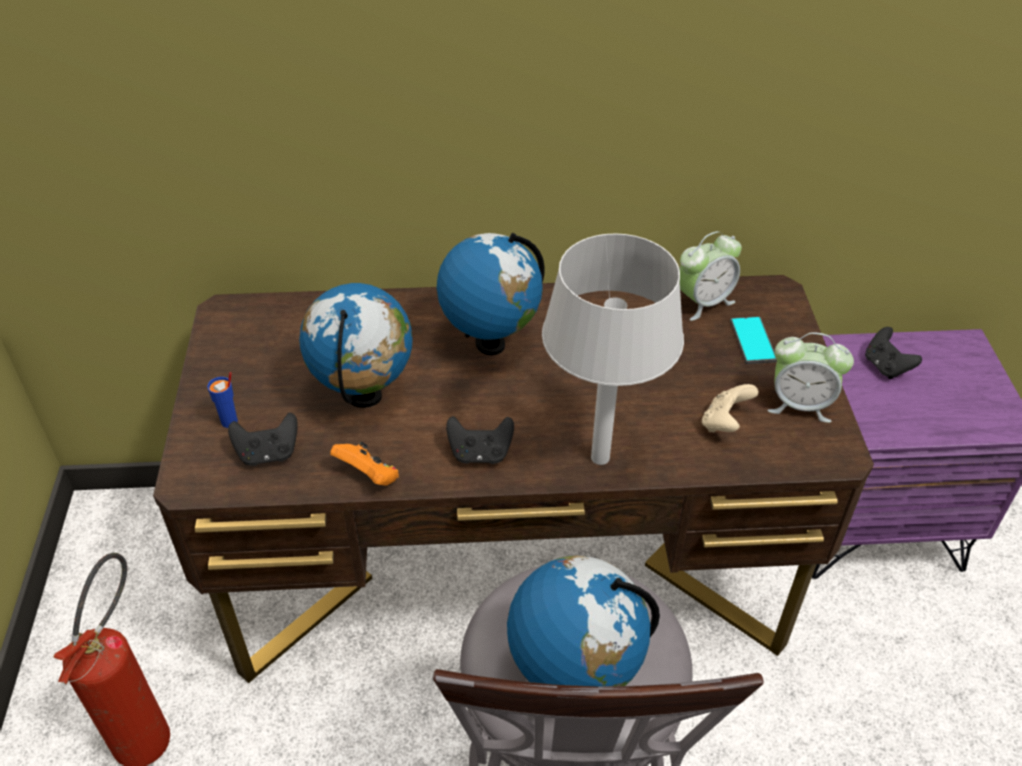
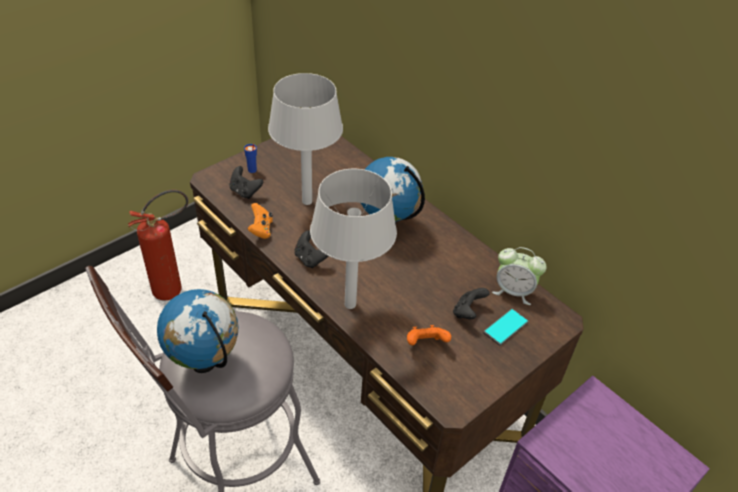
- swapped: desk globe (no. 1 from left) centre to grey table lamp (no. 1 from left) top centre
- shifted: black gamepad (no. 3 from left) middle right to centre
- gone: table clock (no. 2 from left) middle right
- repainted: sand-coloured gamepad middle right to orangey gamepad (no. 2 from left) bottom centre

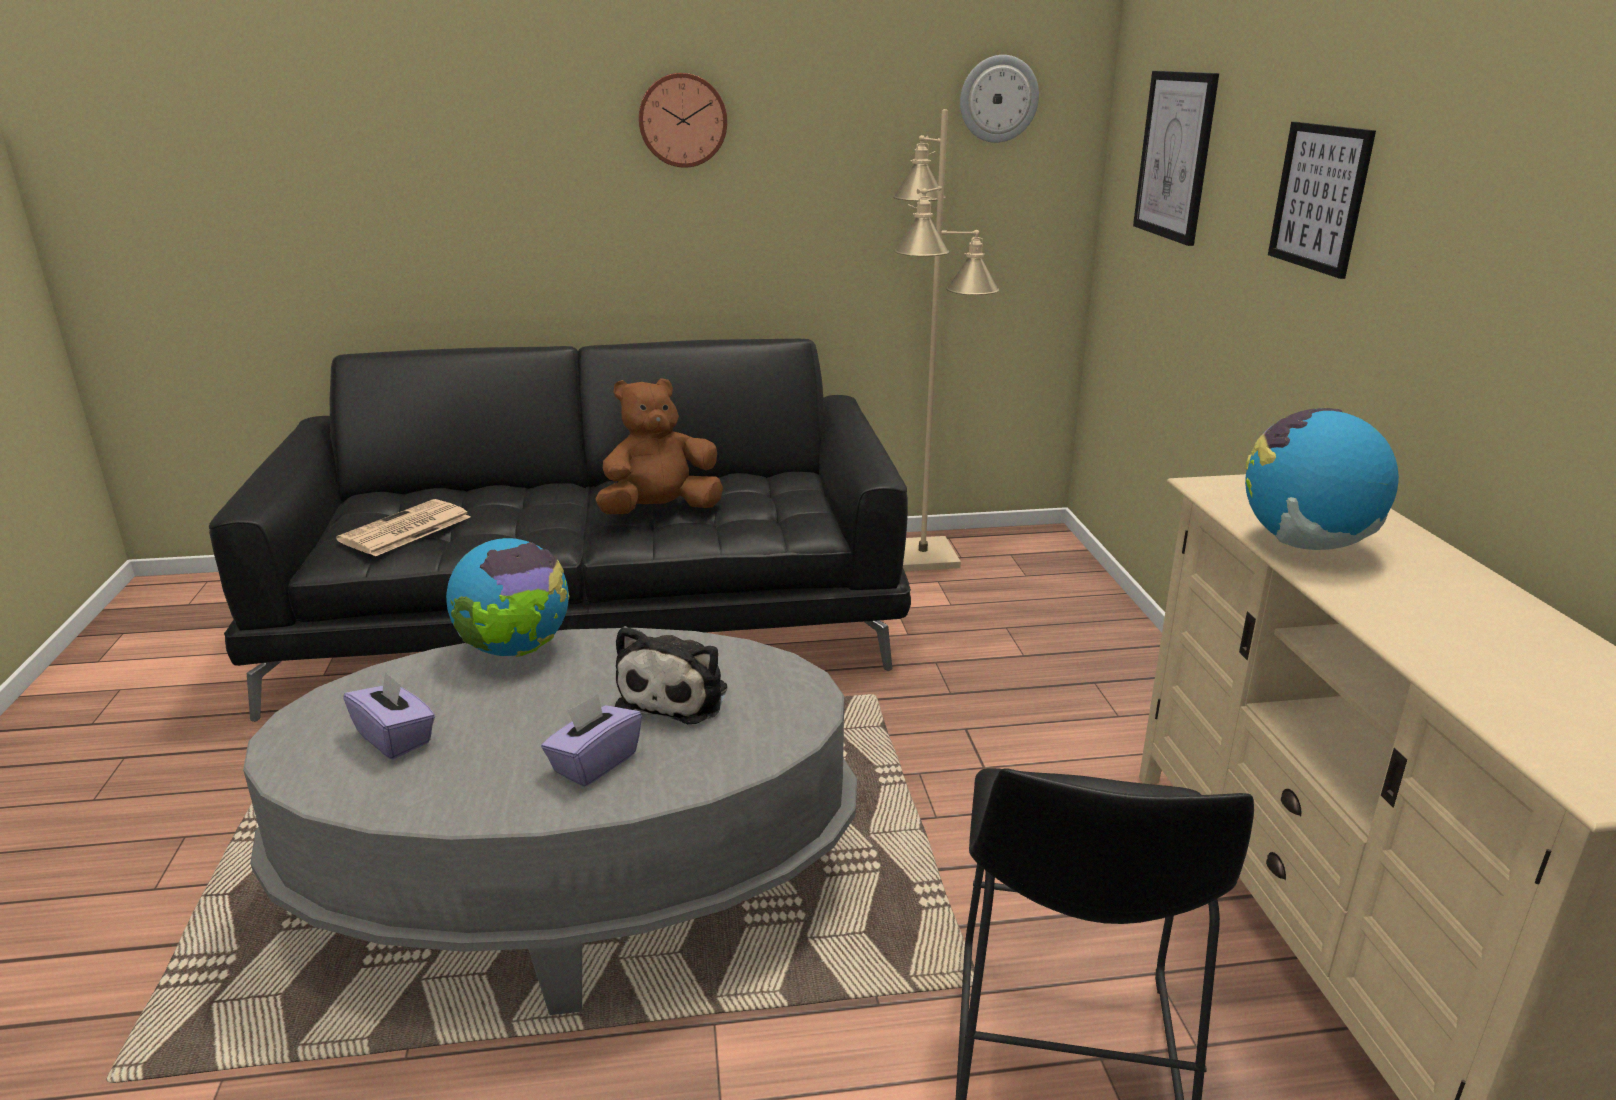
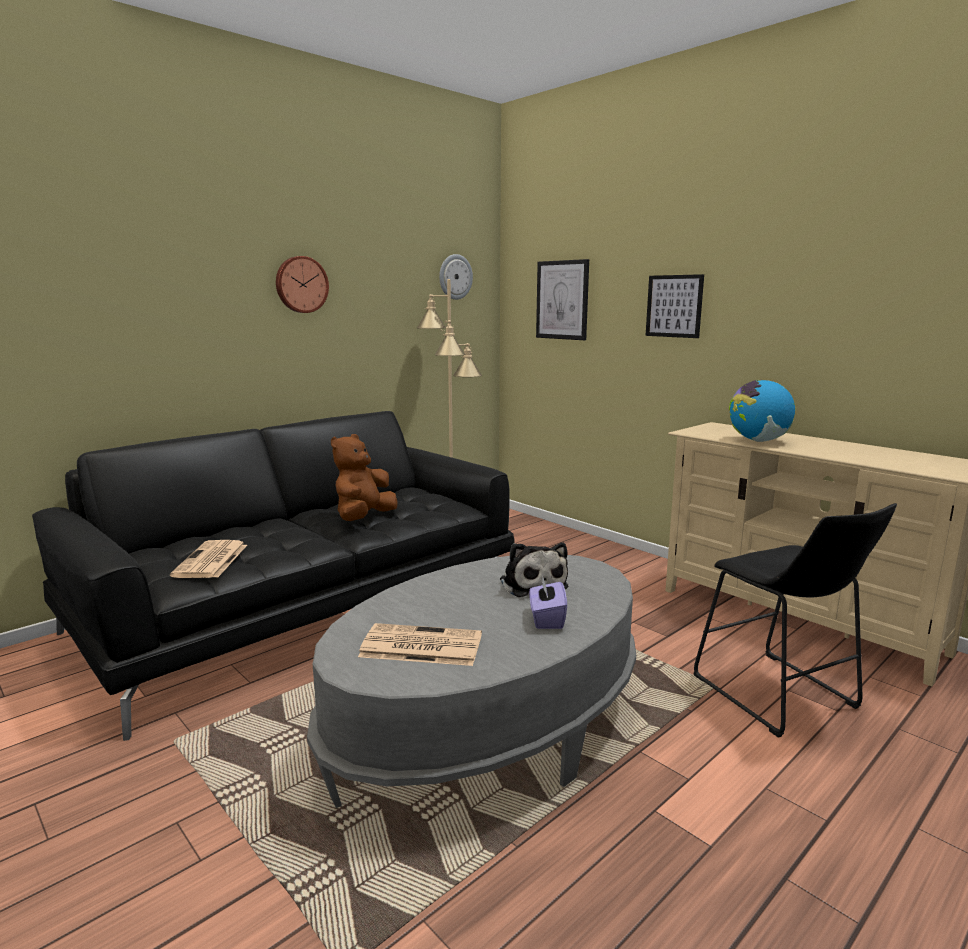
- gone: desk globe (no. 1 from left) middle left
- swapped: purplish tissue box (no. 1 from left) middle left to printed paper (no. 2 from left) bottom centre

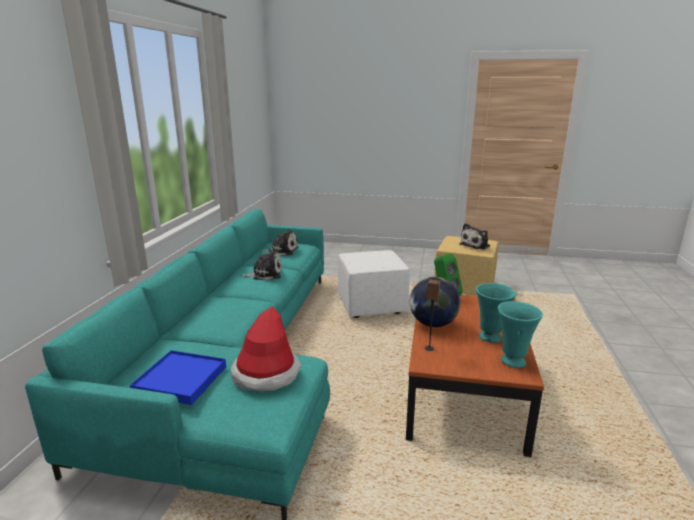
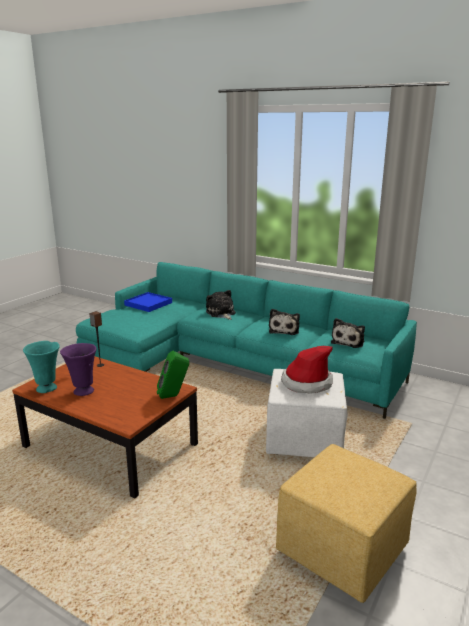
- shifted: plush toy (no. 3 from left in the first image) middle right to plush toy (no. 1 from left) centre
- gone: desk globe centre
- repainted: turquoise-coloured vase (no. 1 from left) middle right to purplish vase middle left
- shifted: clothing hat bottom centre to centre

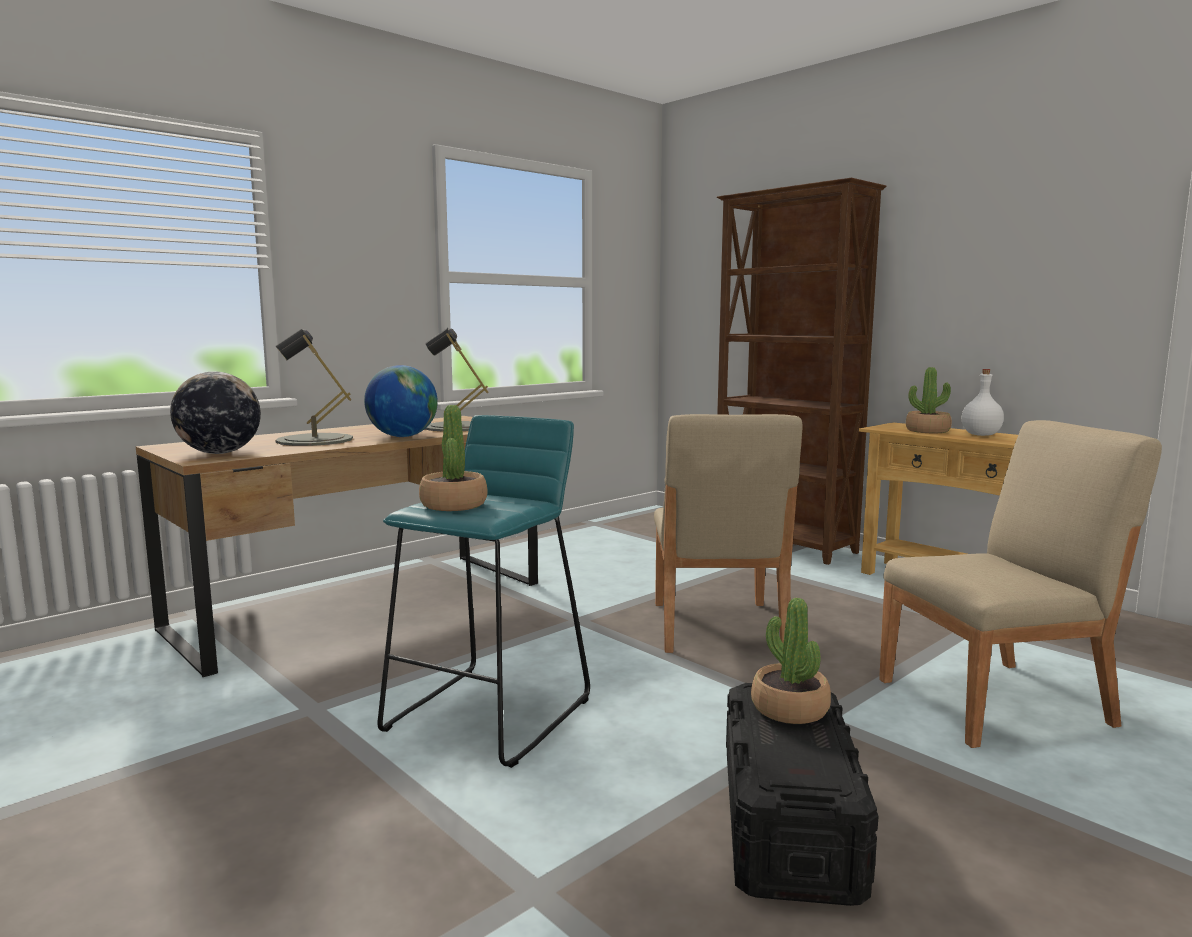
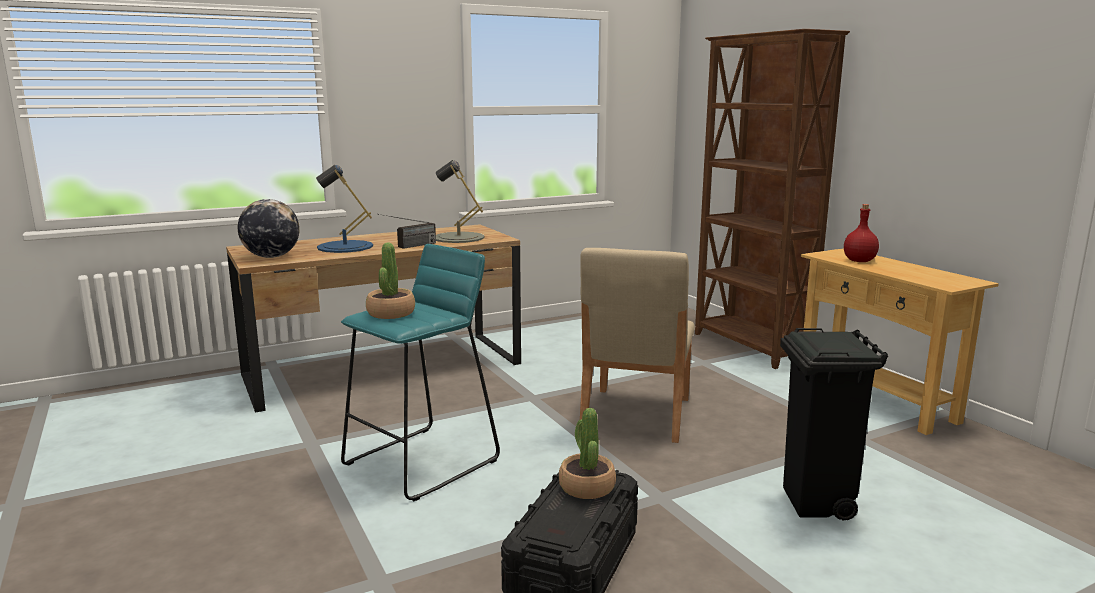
- repainted: grey table lamp (no. 1 from left) middle left to blue-coloured table lamp middle left
- swapped: desk globe (no. 2 from left) centre to radio receiver centre
- swapped: plant in a pot (no. 3 from left) middle right to reddish beverage bottle middle right
- gone: whitish beverage bottle middle right
- swapped: sand-coloured upright chair (no. 2 from left) middle right to black trash can bottom right

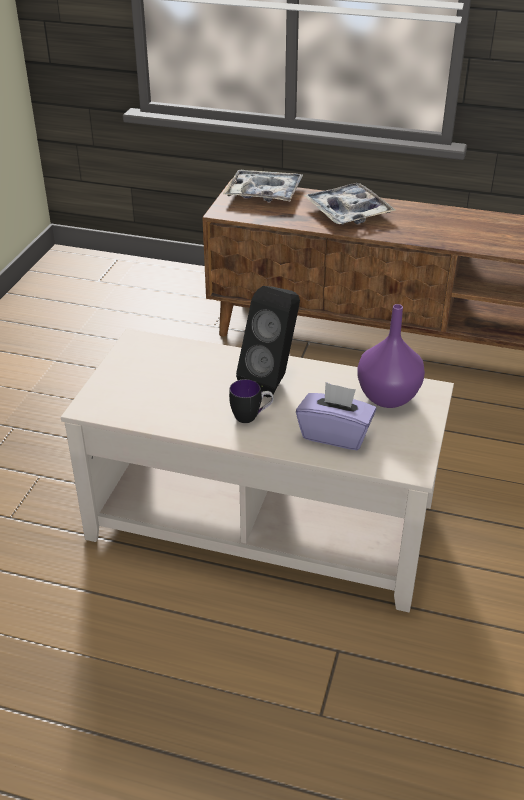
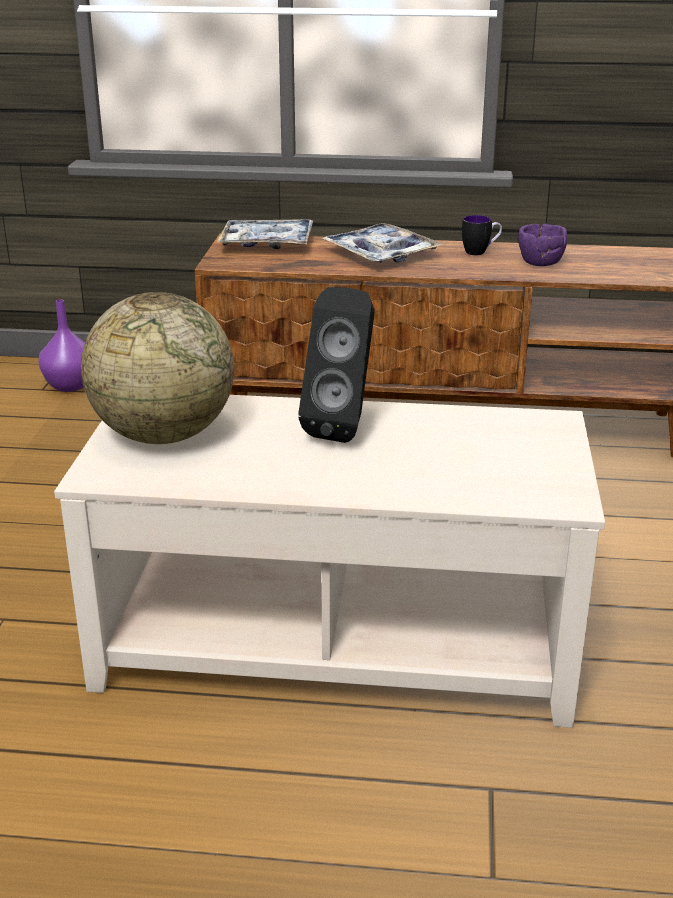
- shifted: purplish vase middle right to middle left
- shifted: coffee mug centre to top right
- gone: purplish tissue box centre
- new: purplish bowl top right
- new: desk globe middle left

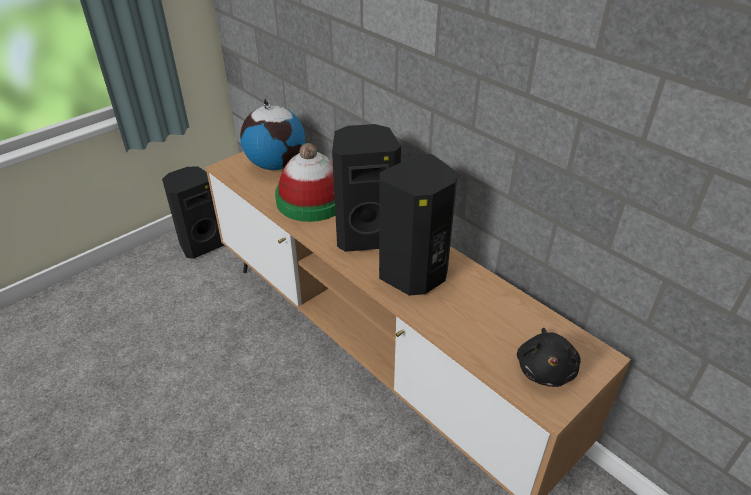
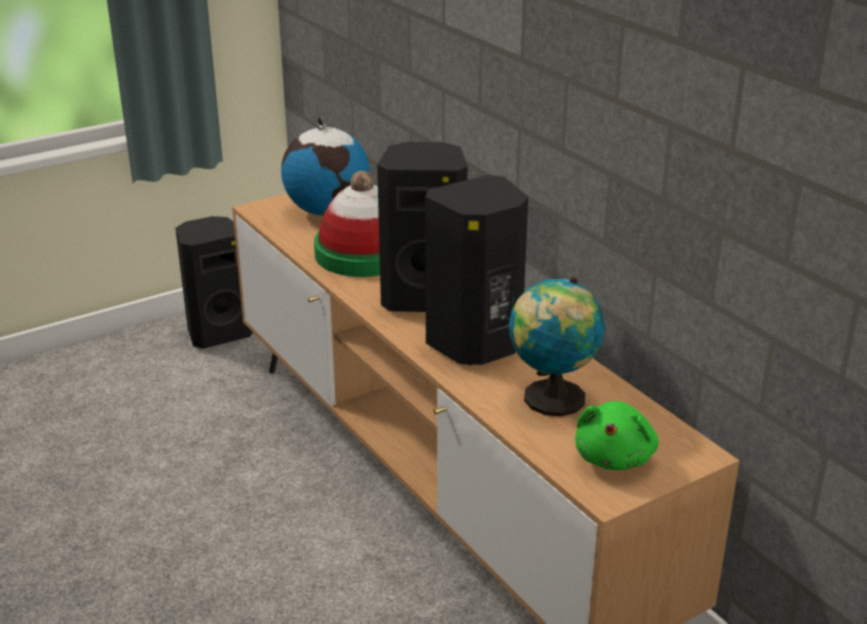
- repainted: black plush toy bottom right to greenish plush toy bottom right
- new: desk globe (no. 2 from left) centre

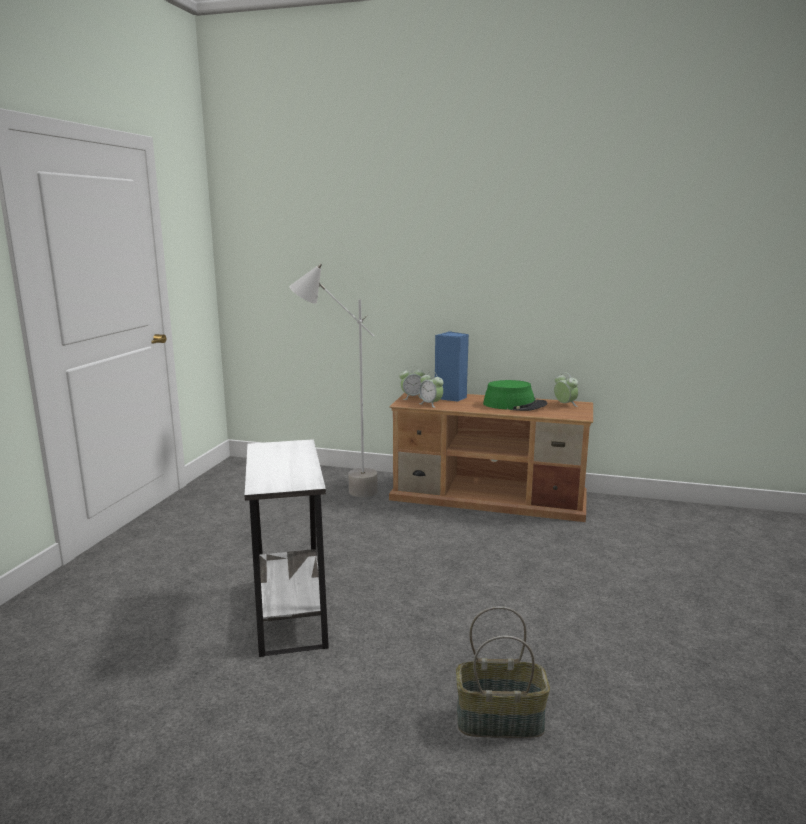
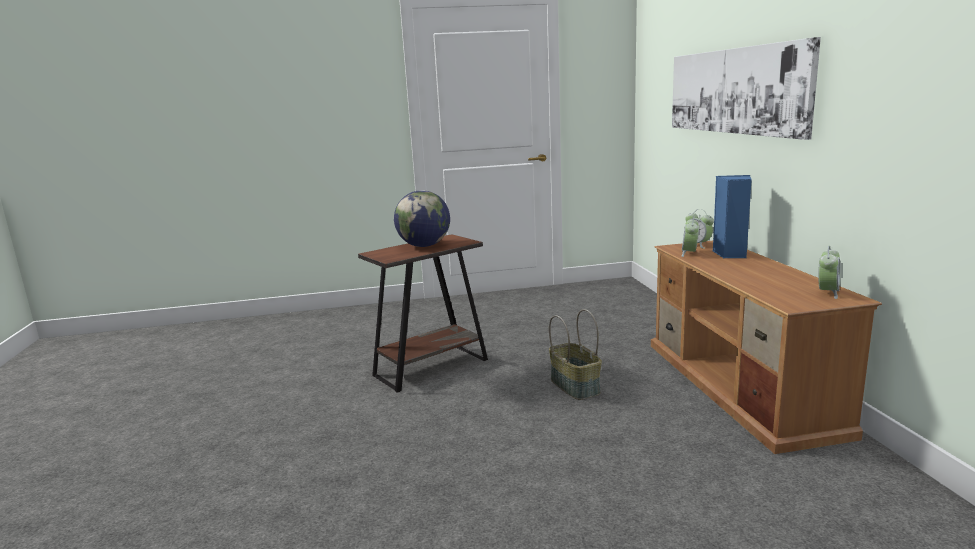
- gone: grey floor lamp centre
- gone: greenish clothing hat centre
- repainted: whitish side table centre to brownish side table centre
- shifted: basket bottom centre to centre
- new: wall art top right
- new: desk globe centre

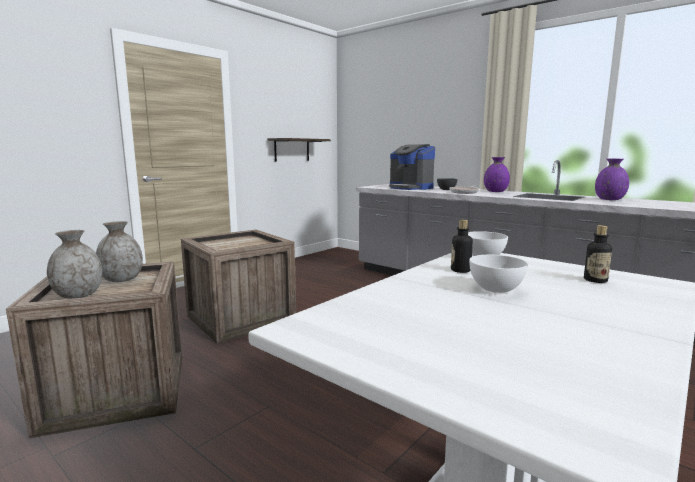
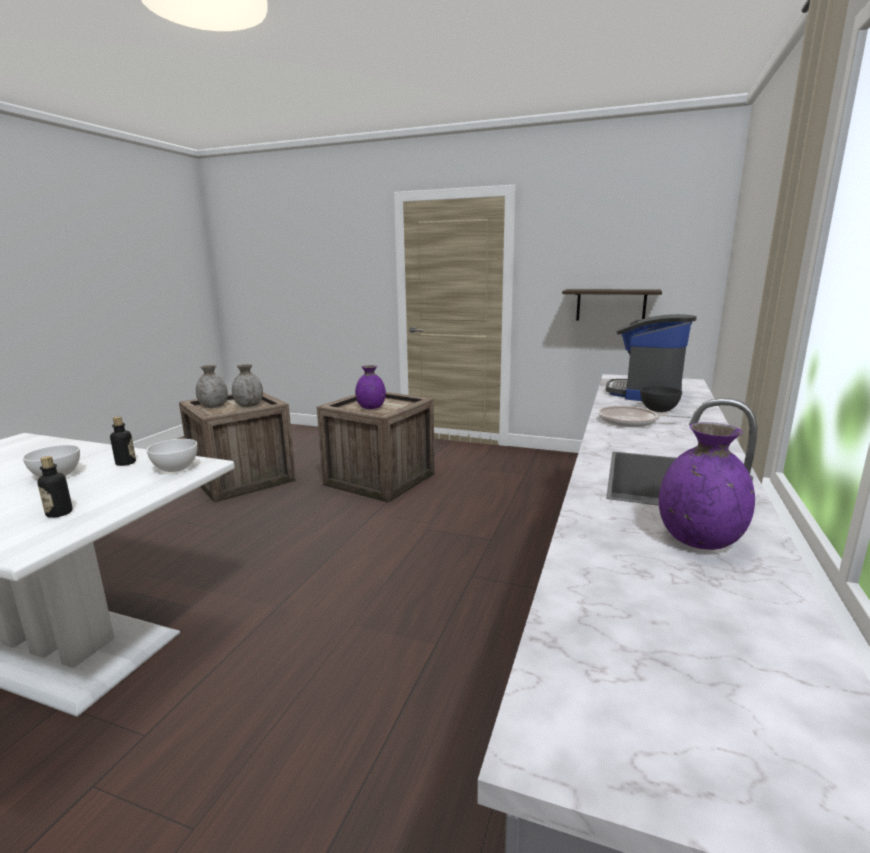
- shifted: purplish vase (no. 1 from left) middle right to centre

